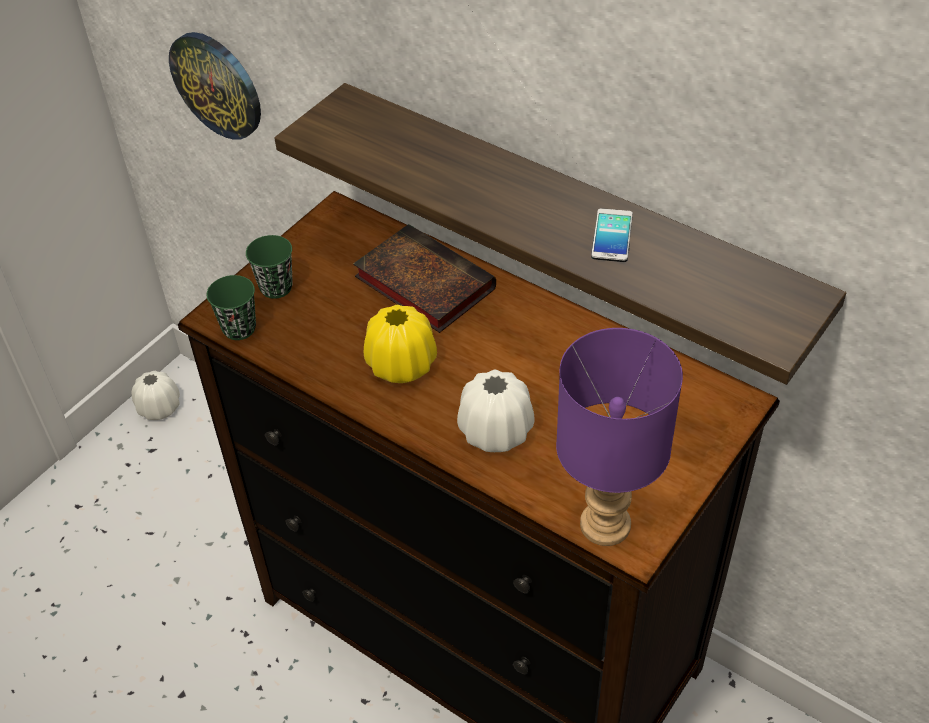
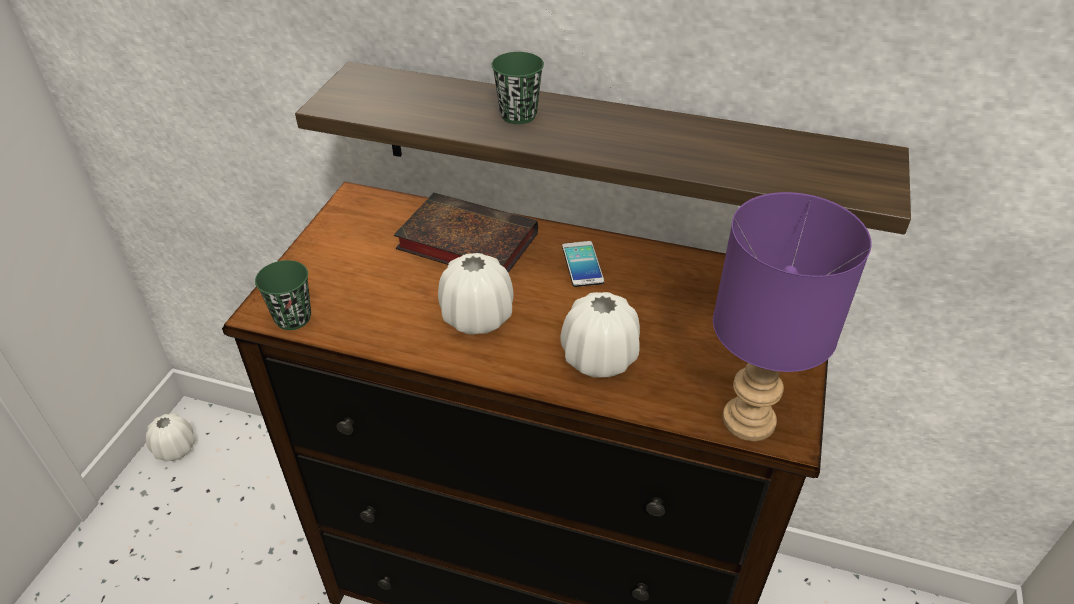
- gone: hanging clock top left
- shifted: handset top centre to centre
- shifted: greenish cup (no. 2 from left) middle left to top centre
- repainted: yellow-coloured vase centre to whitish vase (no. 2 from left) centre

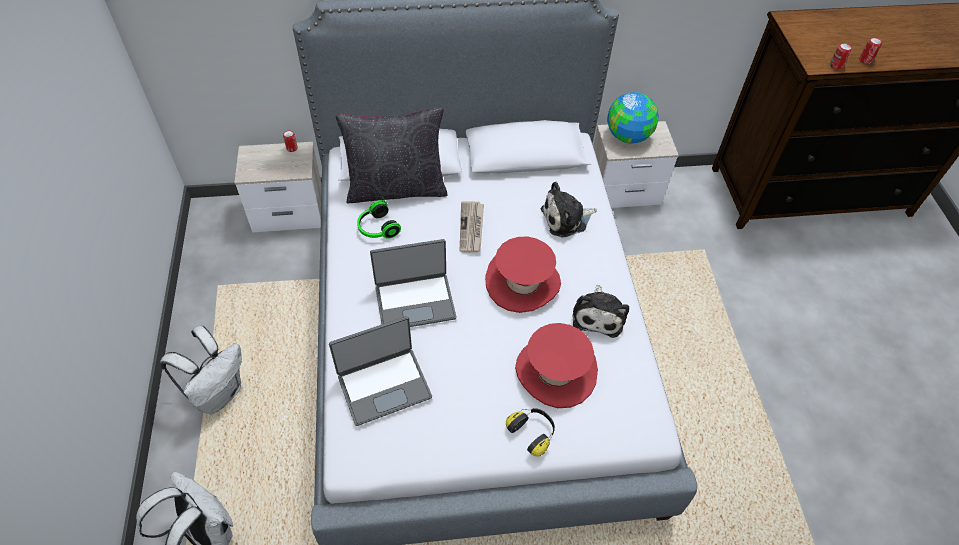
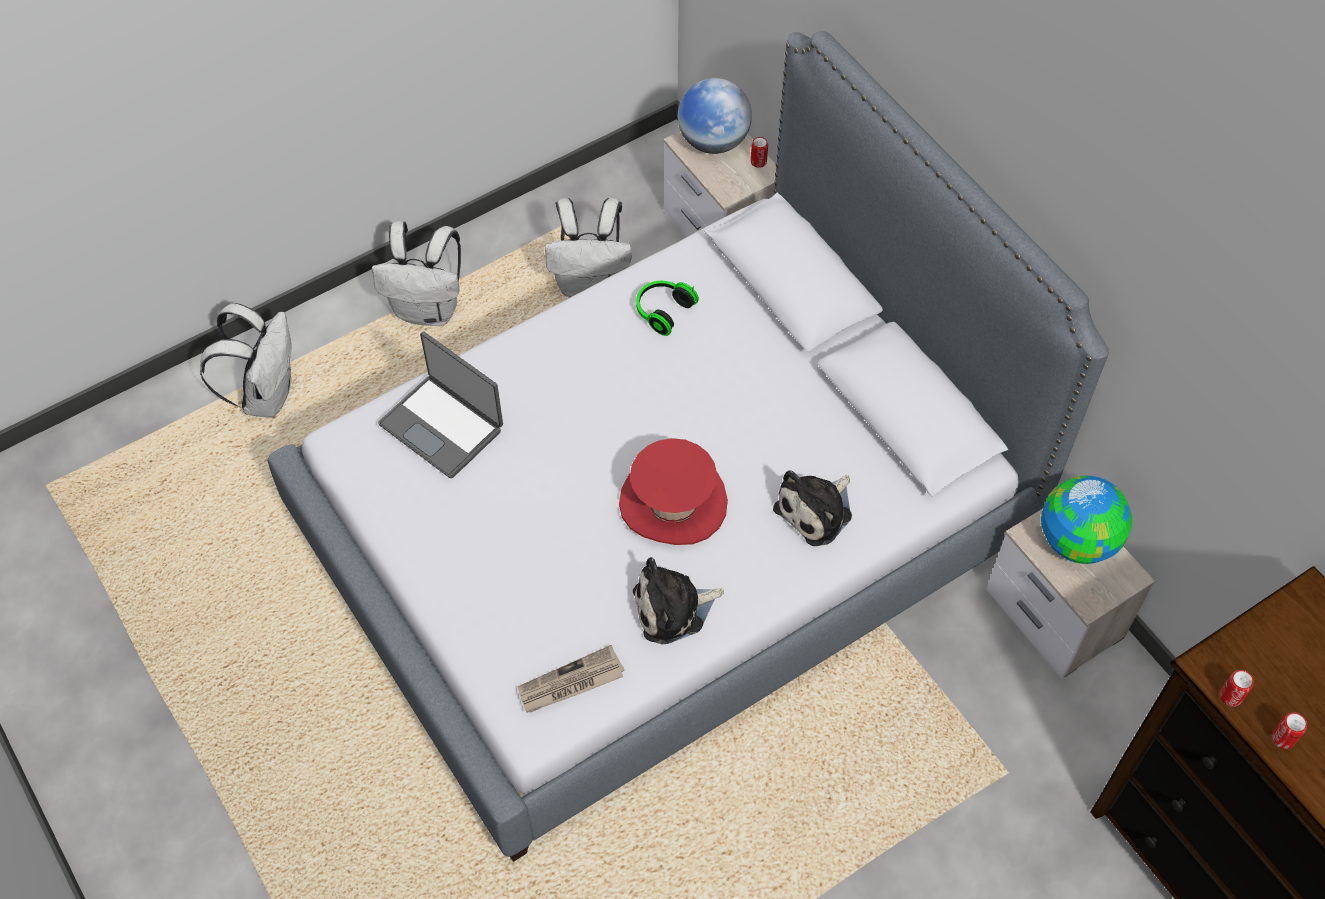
- gone: black pillow top centre
- rotated: plush toy (no. 1 from left in the first image) centre = centre 90 degrees counterclockwise
- shifted: printed paper centre to bottom centre
- gone: laptop (no. 2 from left) centre
- gone: reddish clothing hat (no. 2 from left) bottom centre
- gone: headset (no. 2 from left) bottom centre
- new: desk globe (no. 1 from left) top centre
- new: whitish backpack (no. 3 from left) top centre

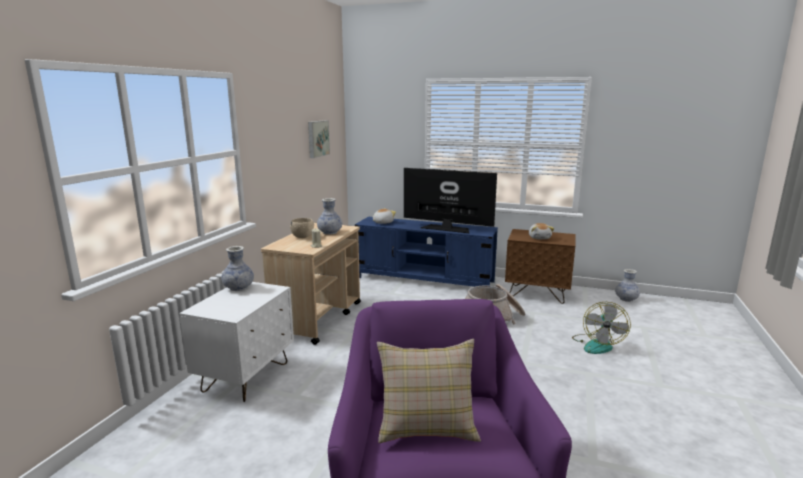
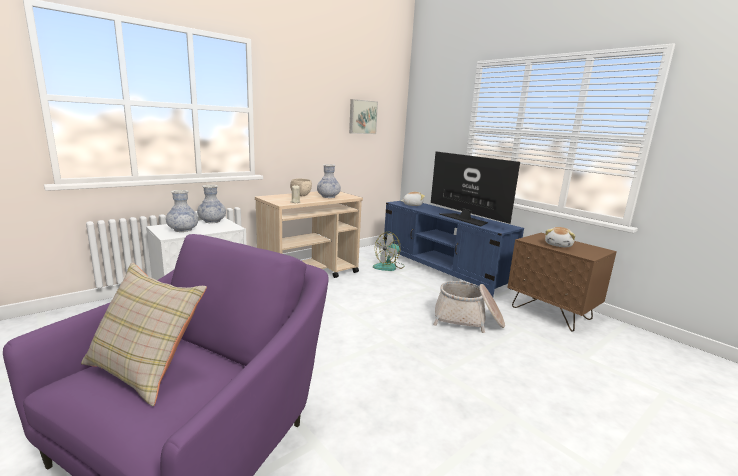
- shifted: vase (no. 3 from left in the first image) middle right to vase (no. 1 from left) middle left
- shifted: cooling fan bottom right to centre

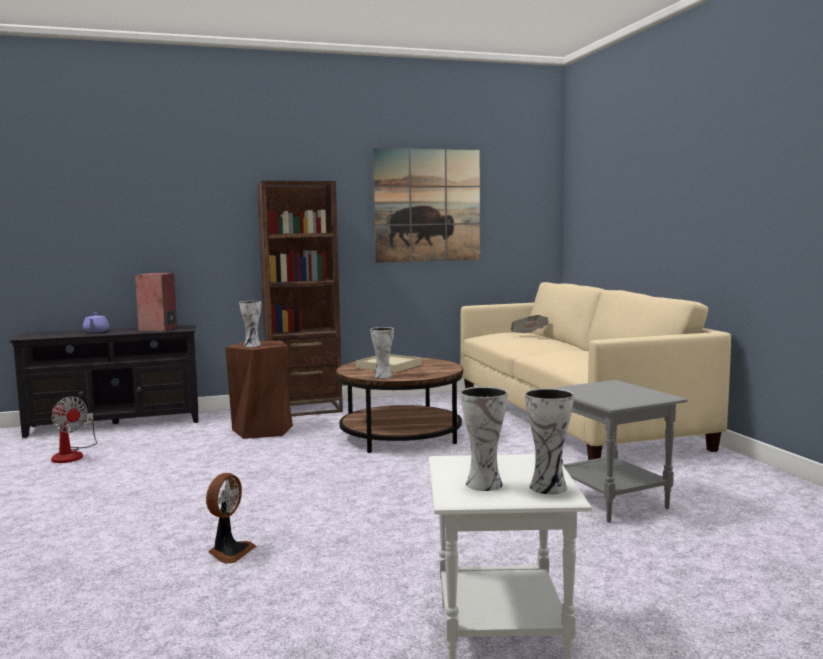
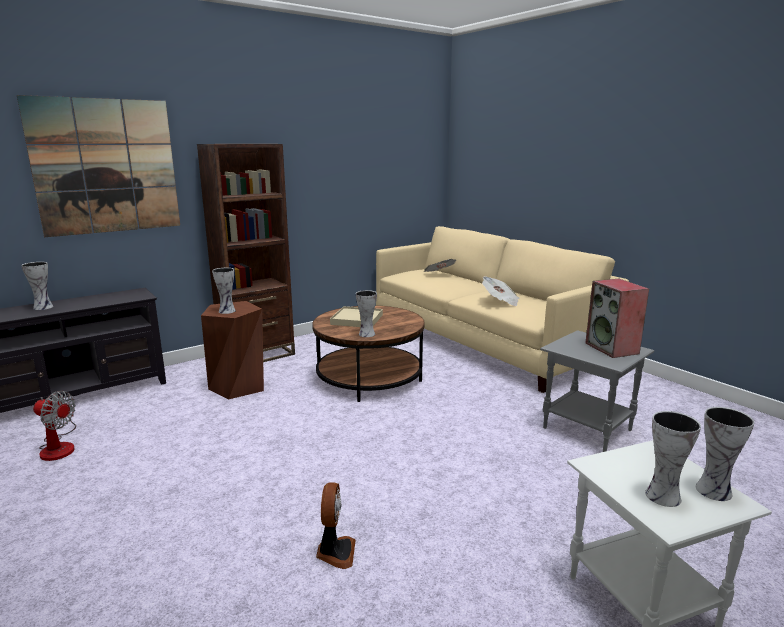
- shifted: wall art top centre to top left
- shifted: loudspeaker middle left to middle right
- swapped: purplish tea pot middle left to vase (no. 1 from left) middle left
- new: printed paper (no. 2 from left) centre

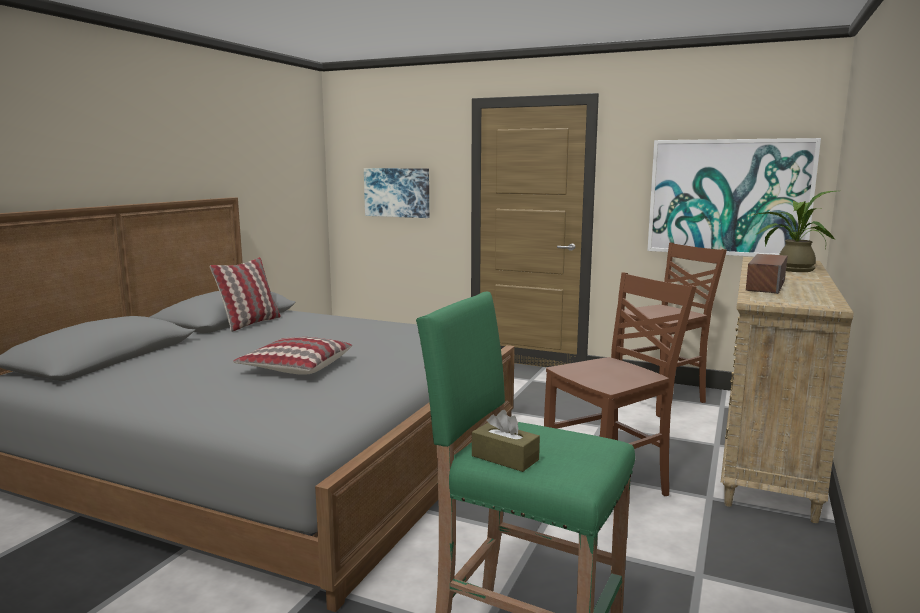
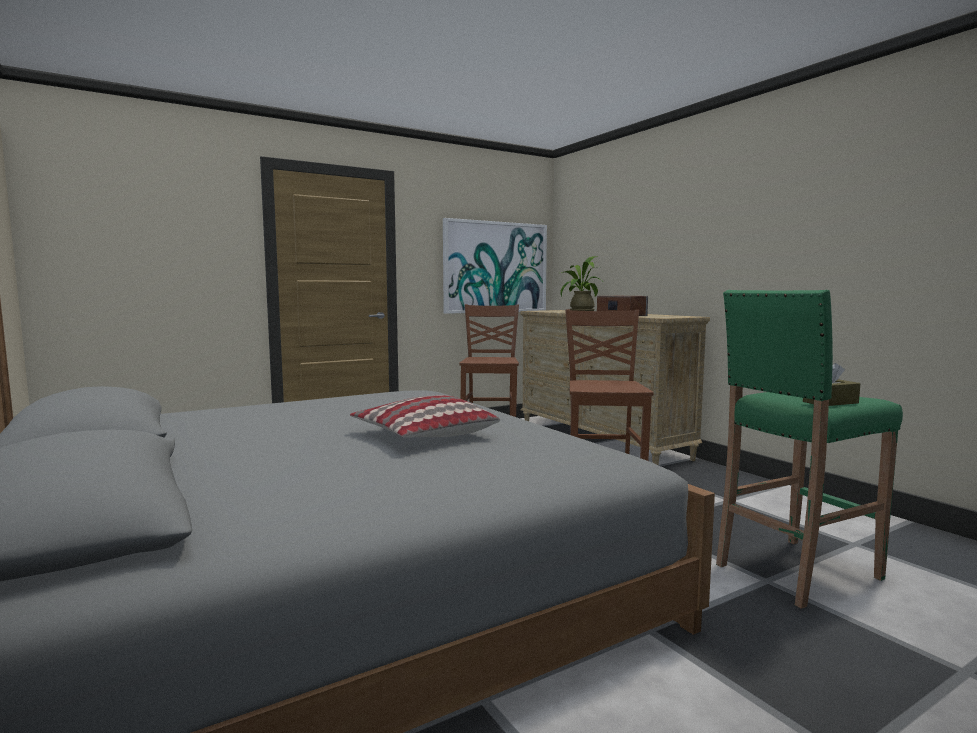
- gone: wall art (no. 1 from left) top centre
- gone: pillow (no. 1 from left) middle left

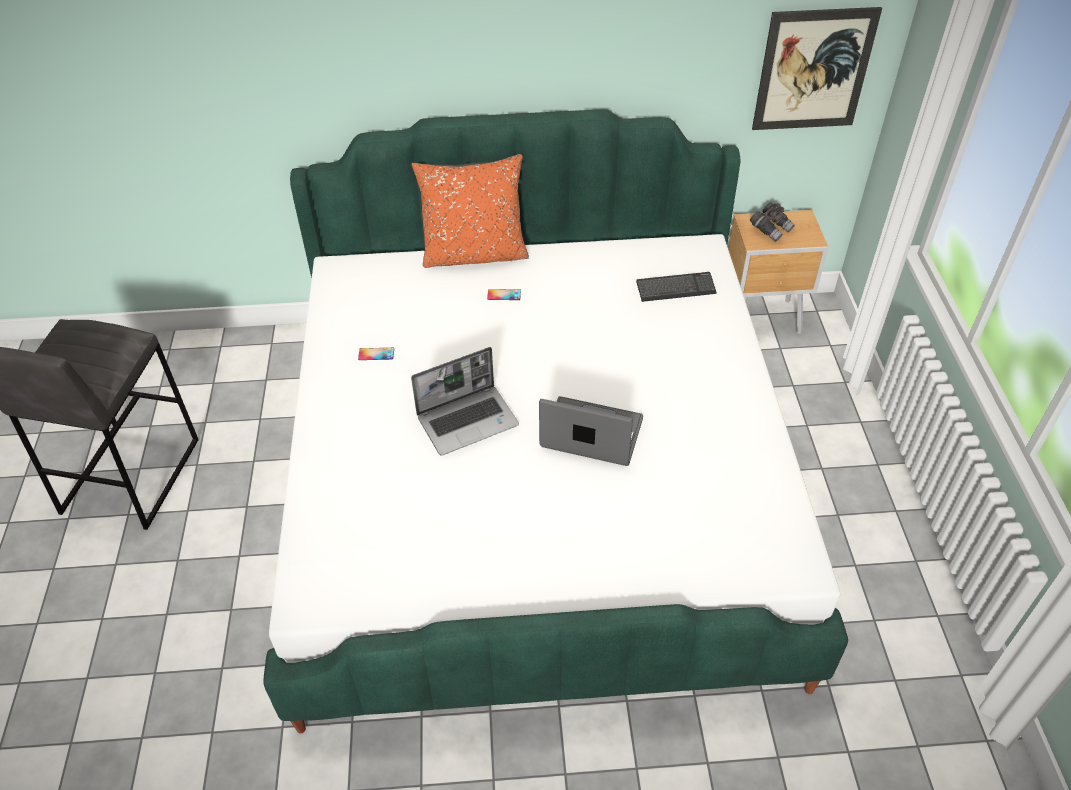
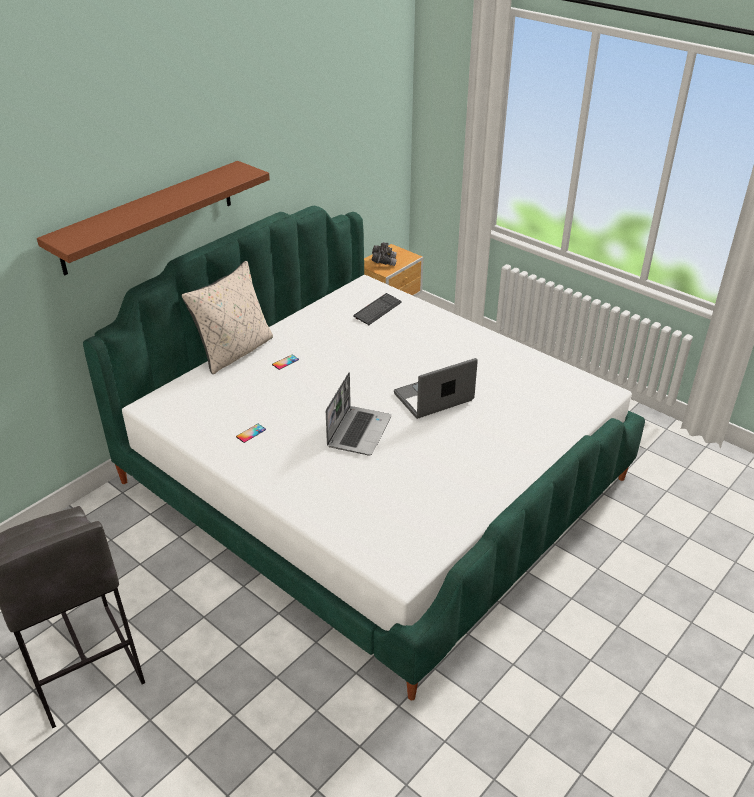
- gone: wall art top right
- repainted: orangey pillow top centre to sand-coloured pillow middle left
- new: brownish shelf top left

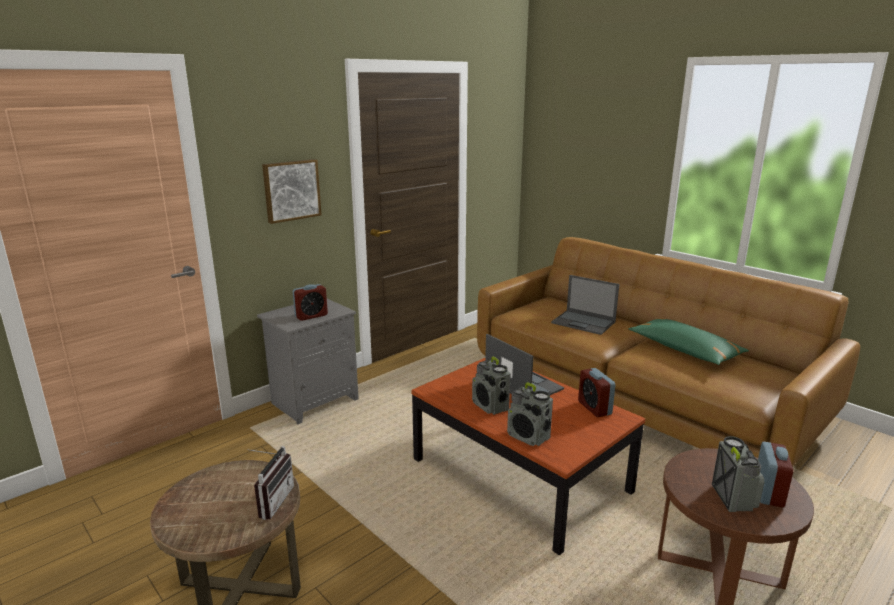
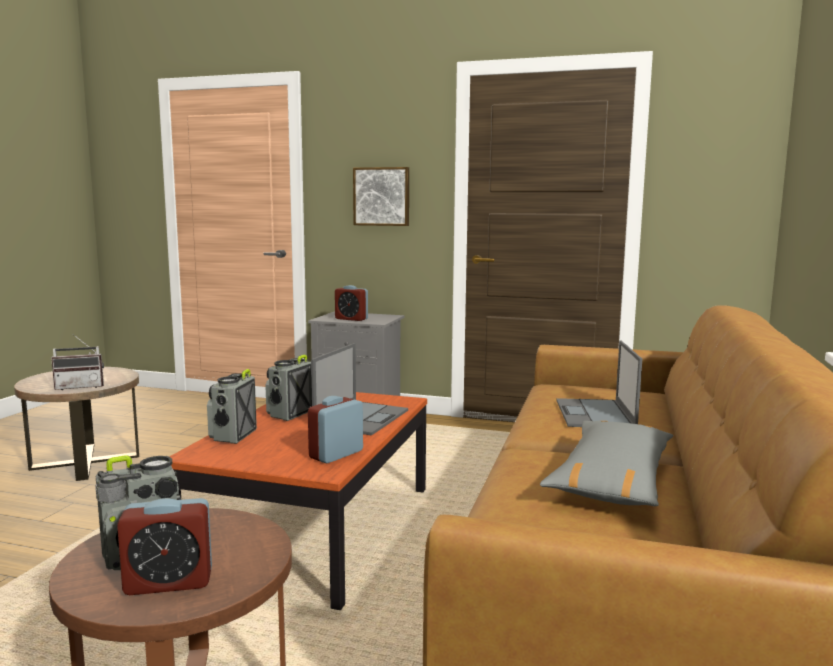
- repainted: greenish pillow middle right to grey pillow bottom right

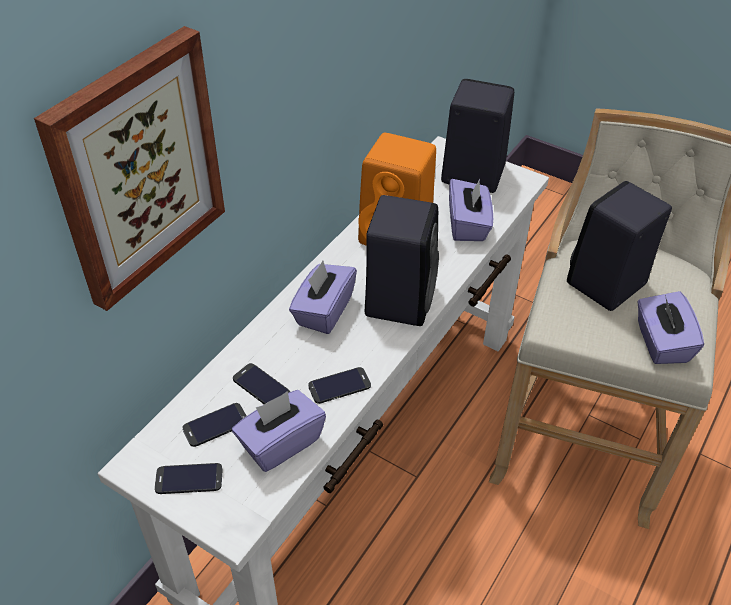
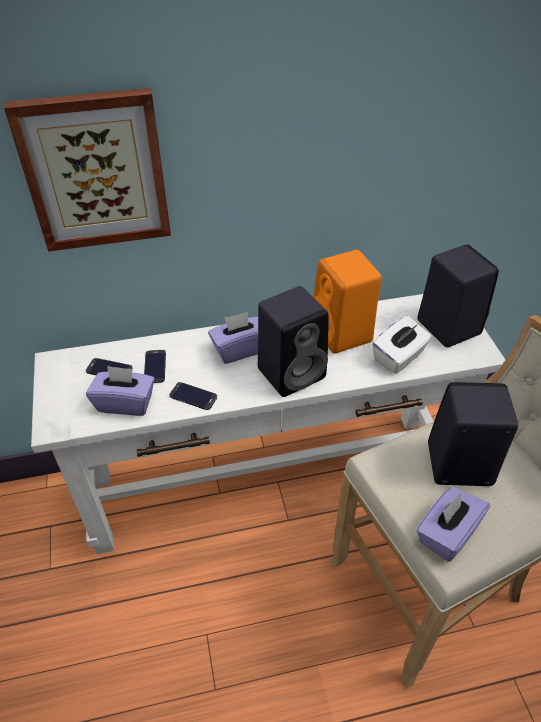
- repainted: purplish tissue box (no. 3 from left) centre to whitish tissue box middle right
- gone: handset (no. 1 from left) bottom left

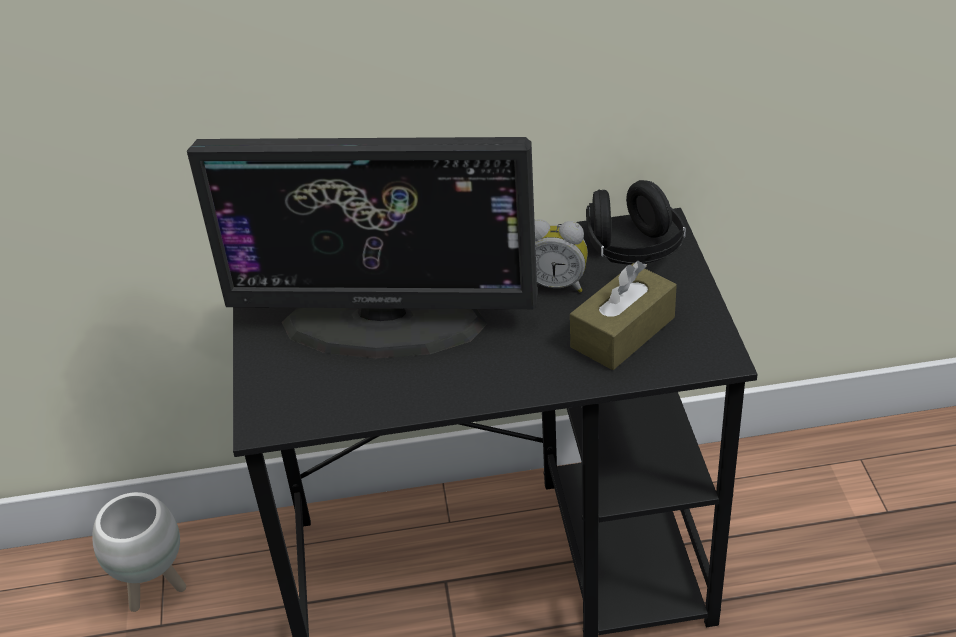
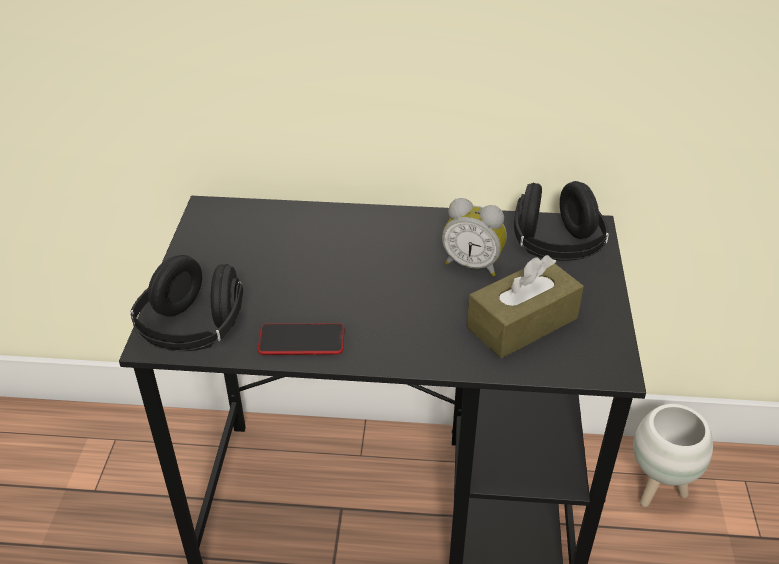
- gone: monitor centre
- shifted: whitish flower pot bottom left to bottom right
- new: black headset (no. 1 from left) middle left
- new: handset centre

